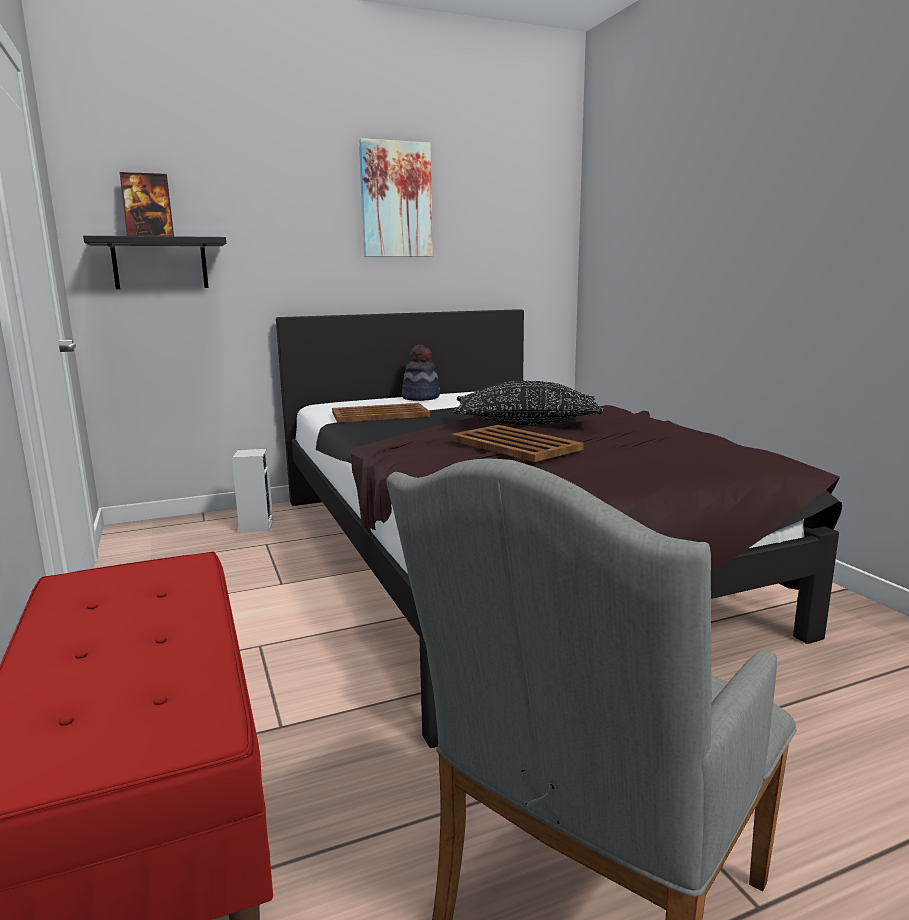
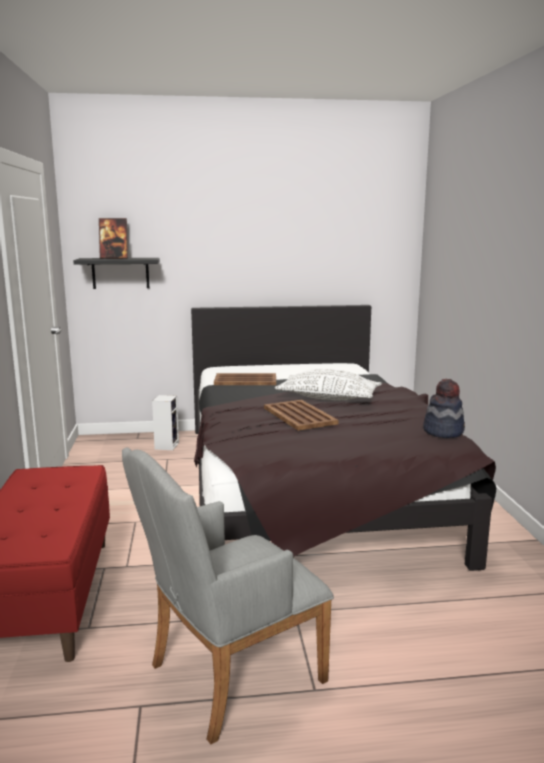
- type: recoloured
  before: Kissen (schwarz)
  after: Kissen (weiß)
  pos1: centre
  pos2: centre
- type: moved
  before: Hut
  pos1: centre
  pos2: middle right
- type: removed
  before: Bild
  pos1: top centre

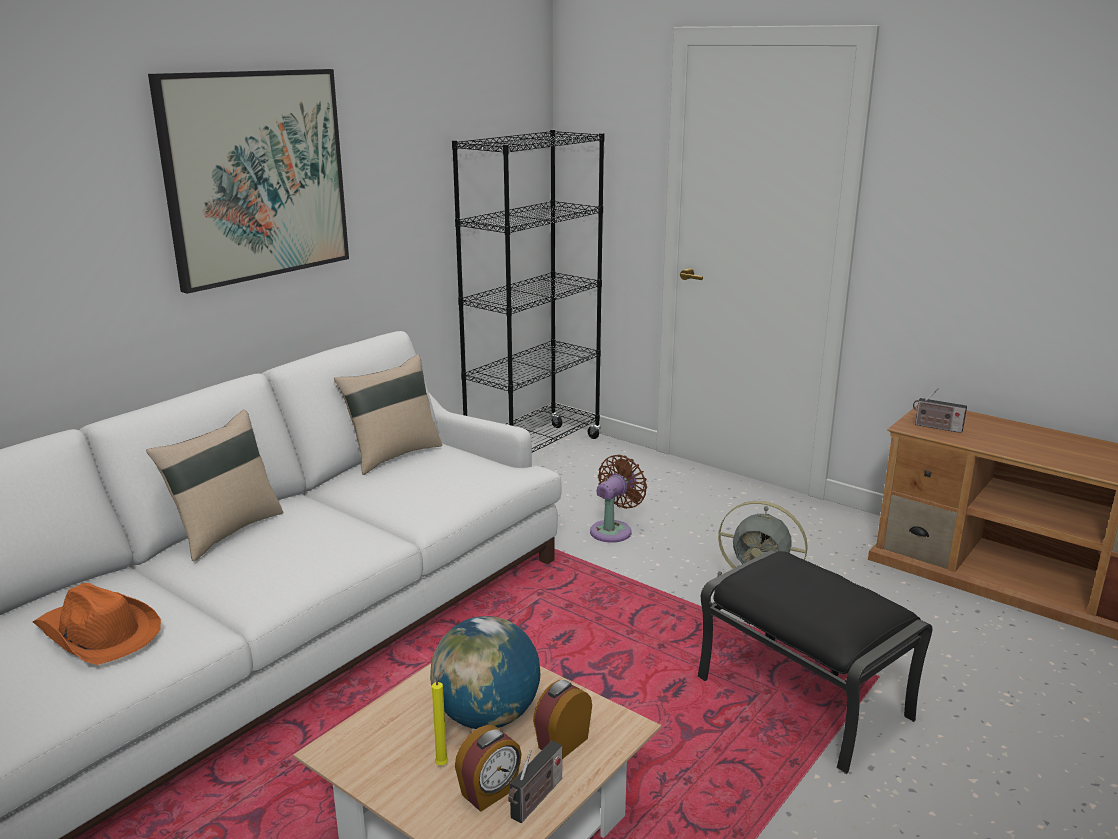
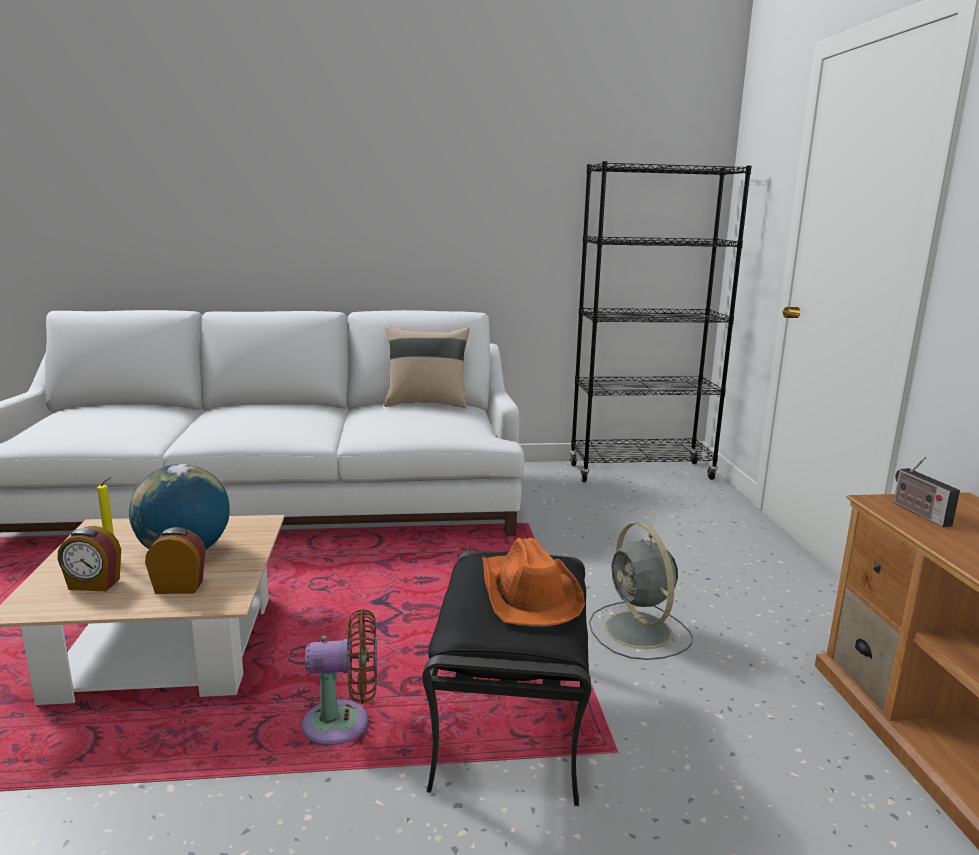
- type: moved
  before: Ventilator (braun)
  pos1: centre
  pos2: bottom centre
- type: moved
  before: Hut (orange)
  pos1: bottom left
  pos2: bottom centre
- type: removed
  before: Kissen (beige) (1st from left)
  pos1: middle left
- type: removed
  before: Bild
  pos1: top left
- type: removed
  before: Radio (1st from left)
  pos1: bottom centre

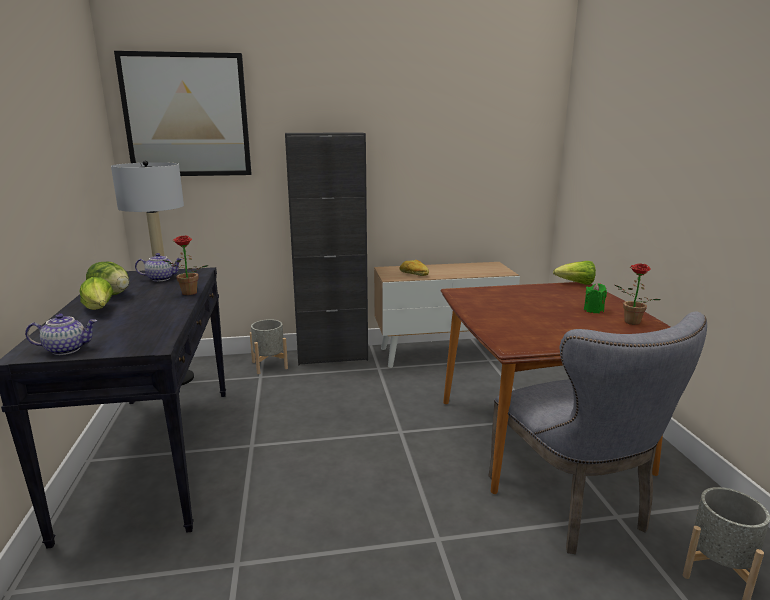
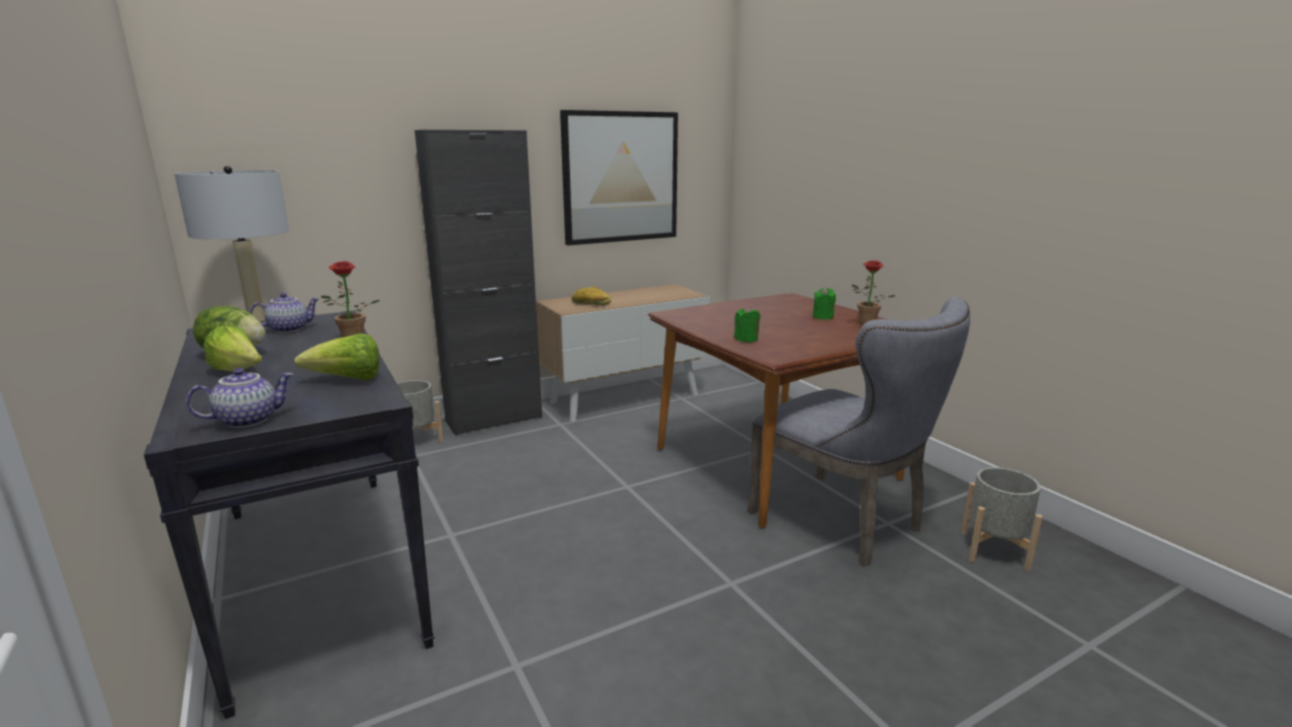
- type: moved
  before: Salatkopf (3rd from left)
  pos1: middle right
  pos2: middle left
- type: moved
  before: Bild
  pos1: top left
  pos2: top centre
- type: added
  after: Kerze (grün) (1st from left)
  pos2: centre

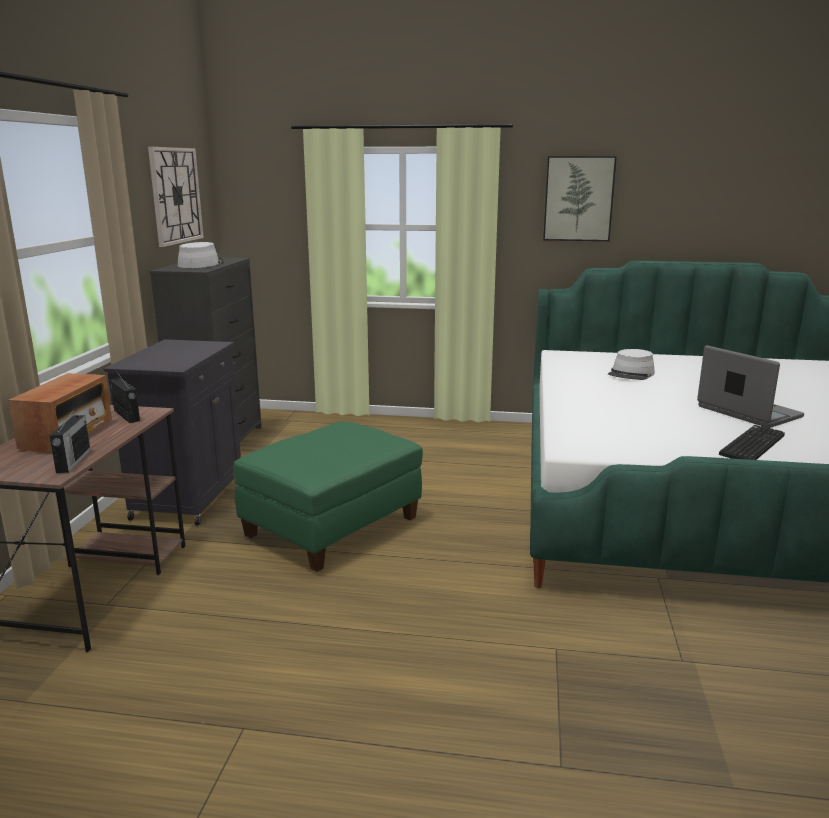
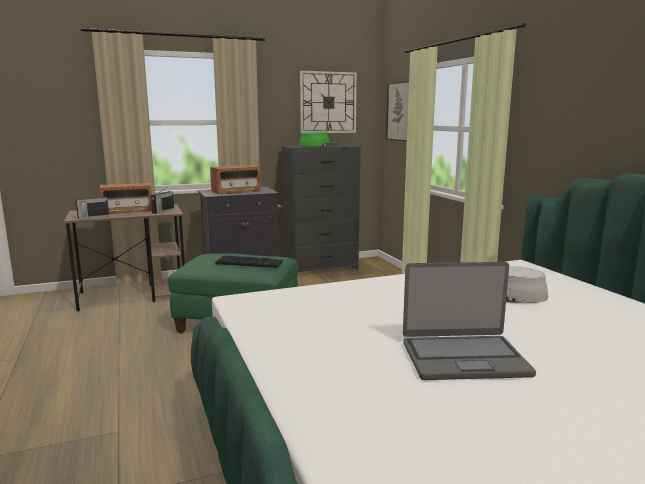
- type: added
  after: Radio (4th from left)
  pos2: centre
- type: moved
  before: Tastatur
  pos1: middle right
  pos2: centre
- type: recoloured
  before: Hut (grau) (1st from left)
  after: Hut (grün)
  pos1: top left
  pos2: top centre
- type: moved
  before: Bild
  pos1: top right
  pos2: top centre
- type: turned
  before: Laptop
  pos1: middle right
  pos2: middle right
  turn: 60

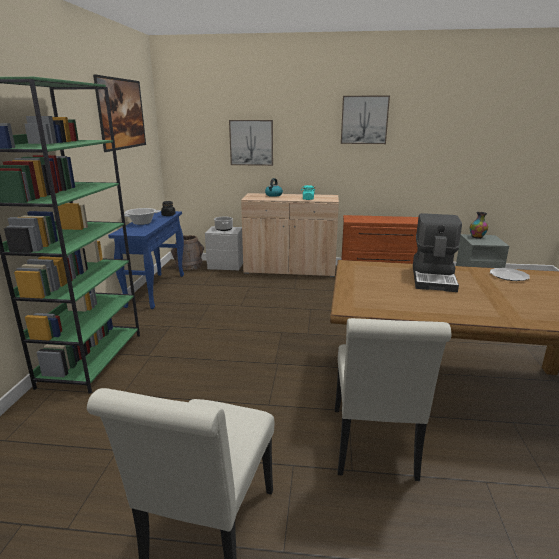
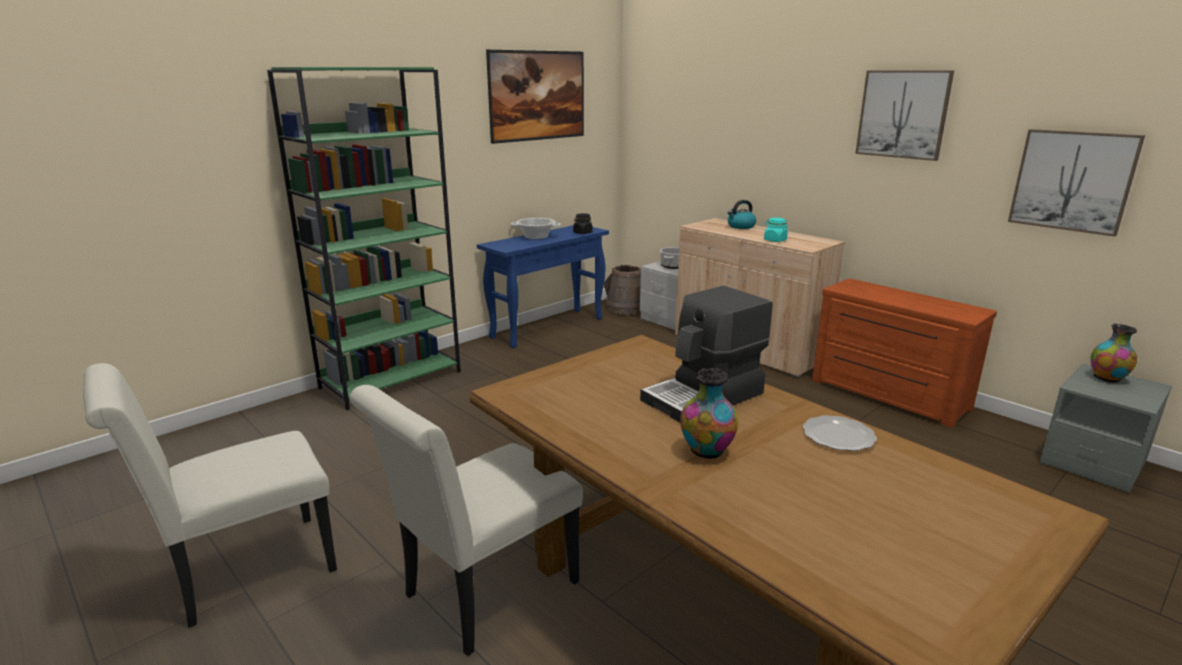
- type: added
  after: Vase (1st from left)
  pos2: centre
- type: moved
  before: Bild (2nd from left in the first image)
  after: Bild (3rd from left)
  pos1: top centre
  pos2: top right

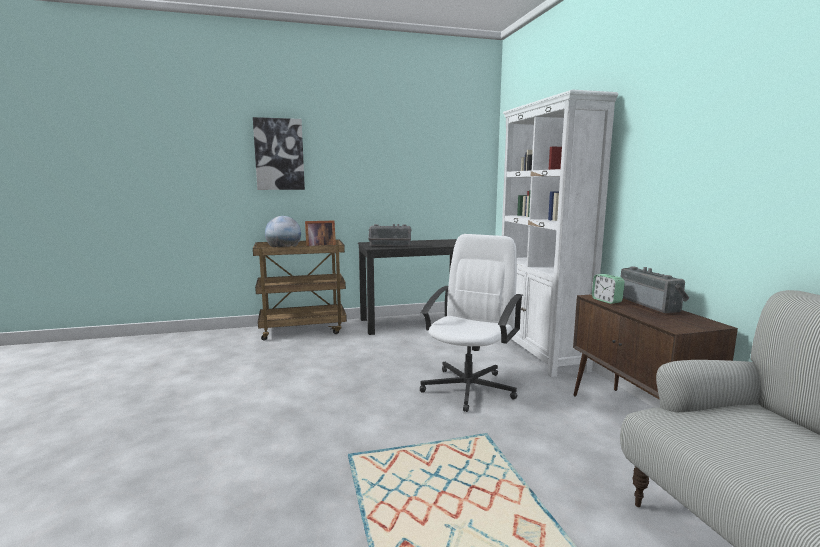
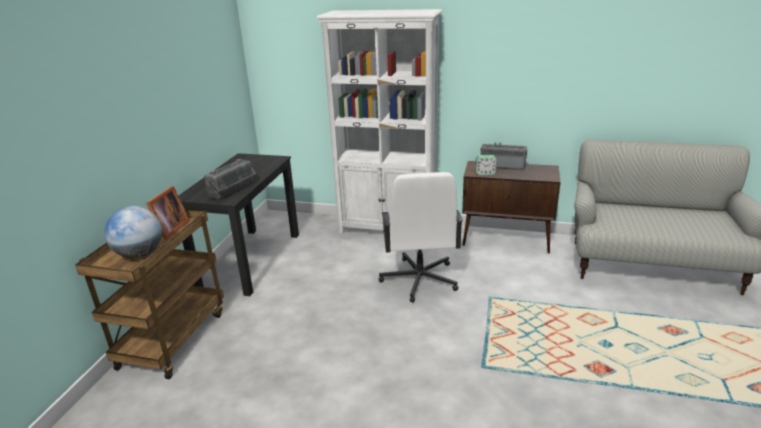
- type: turned
  before: Bürostuhl (weiß)
  pos1: centre
  pos2: centre
  turn: -150
- type: removed
  before: Bild
  pos1: top centre

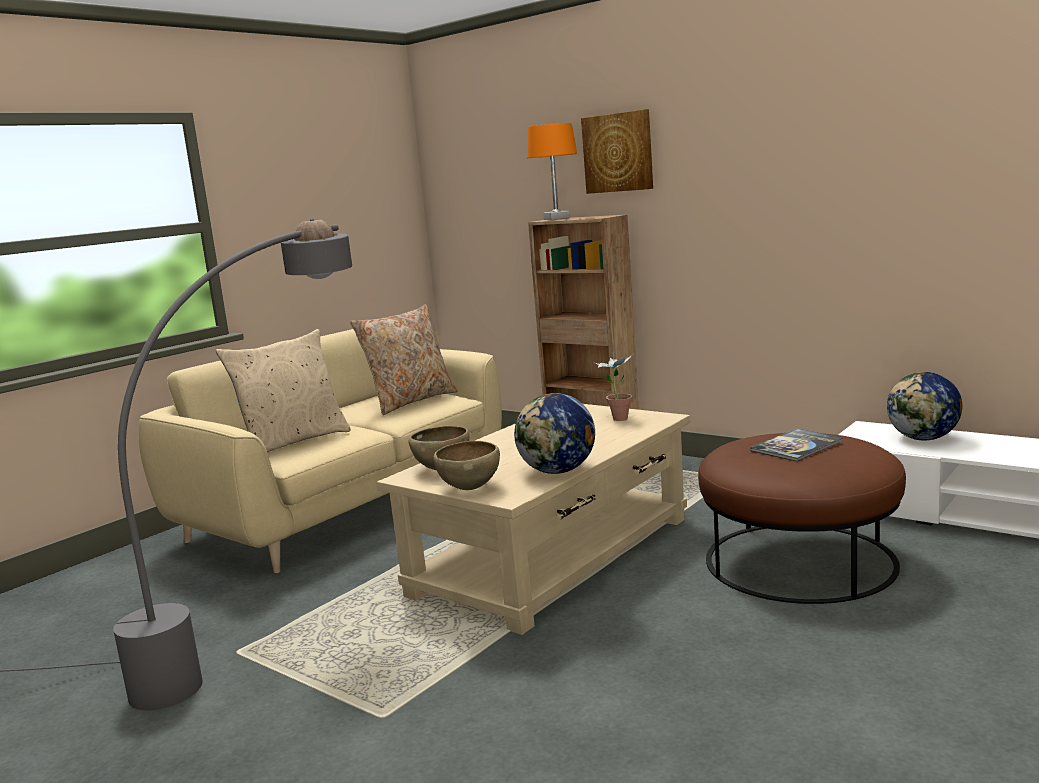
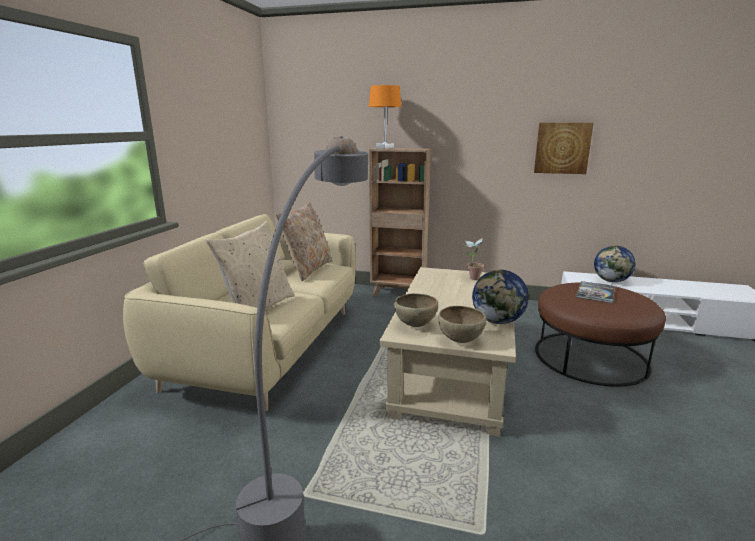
- type: moved
  before: Bild
  pos1: top centre
  pos2: top right

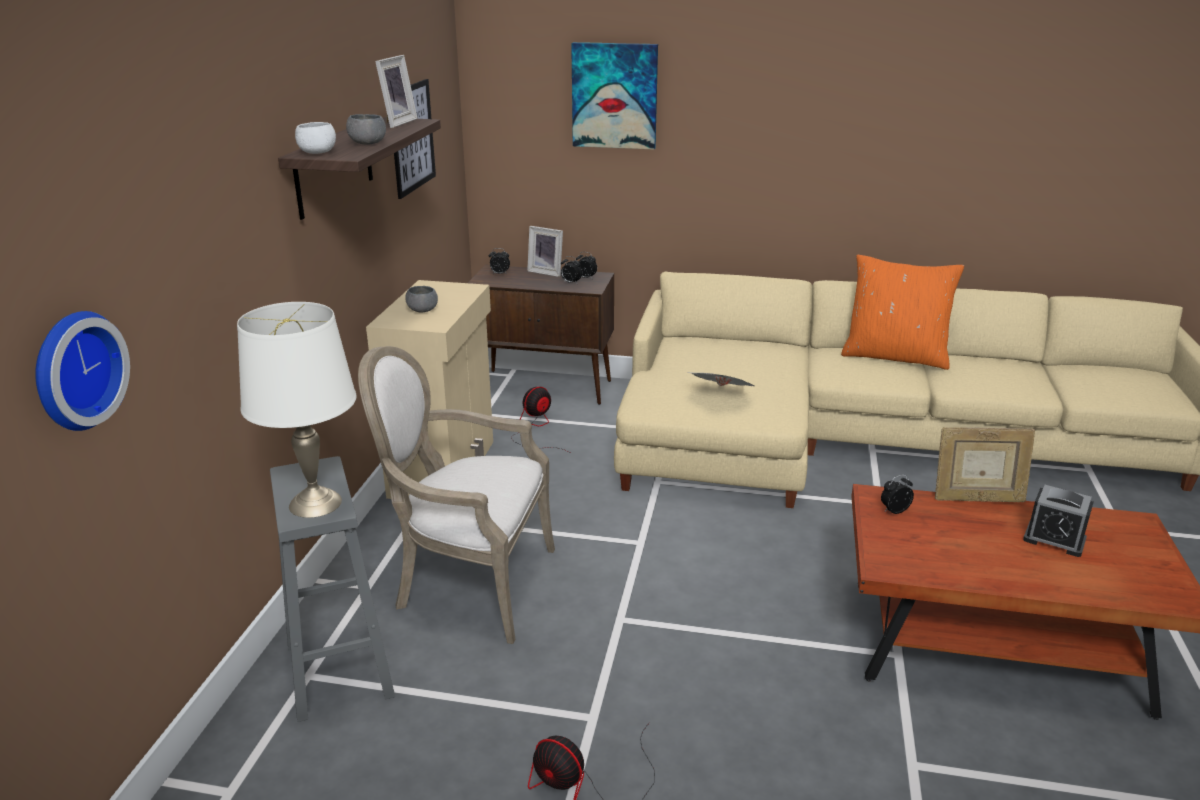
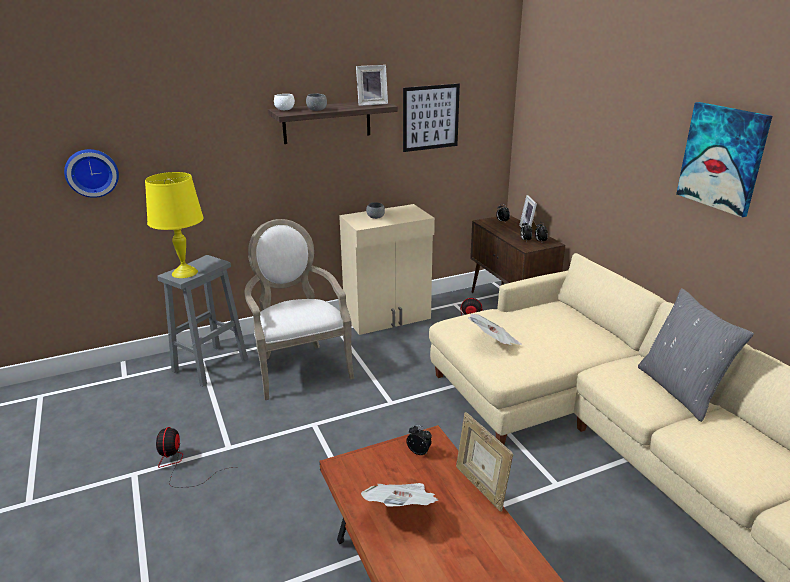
- type: recoloured
  before: Tischlampe (weiß)
  after: Tischlampe (gelb)
  pos1: middle left
  pos2: middle left
- type: added
  after: Zeitung (1st from left)
  pos2: bottom centre
- type: recoloured
  before: Kissen (orange)
  after: Kissen (grau)
  pos1: middle right
  pos2: middle right
- type: moved
  before: Bild (2nd from left)
  pos1: top centre
  pos2: top right
- type: removed
  before: Wecker (5th from left)
  pos1: middle right

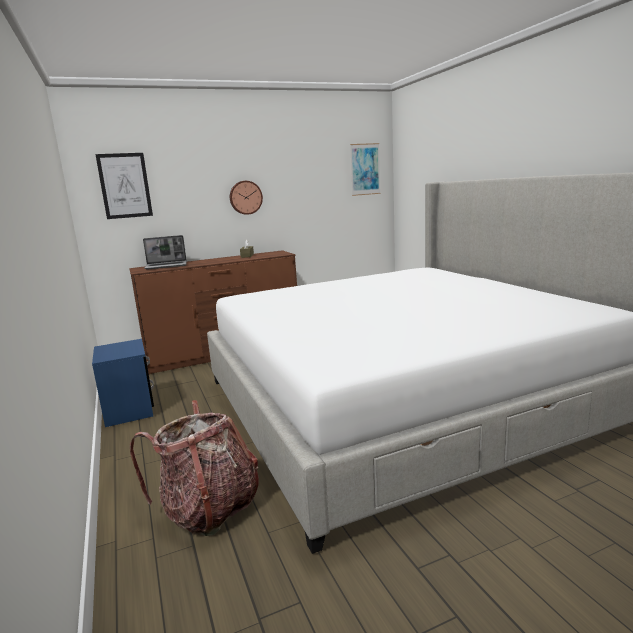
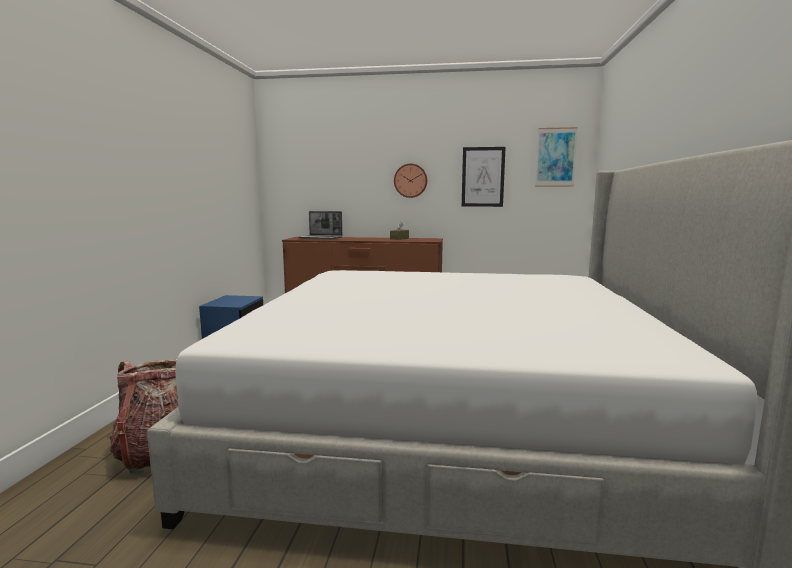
- type: moved
  before: Bild (1st from left)
  pos1: top left
  pos2: top centre

